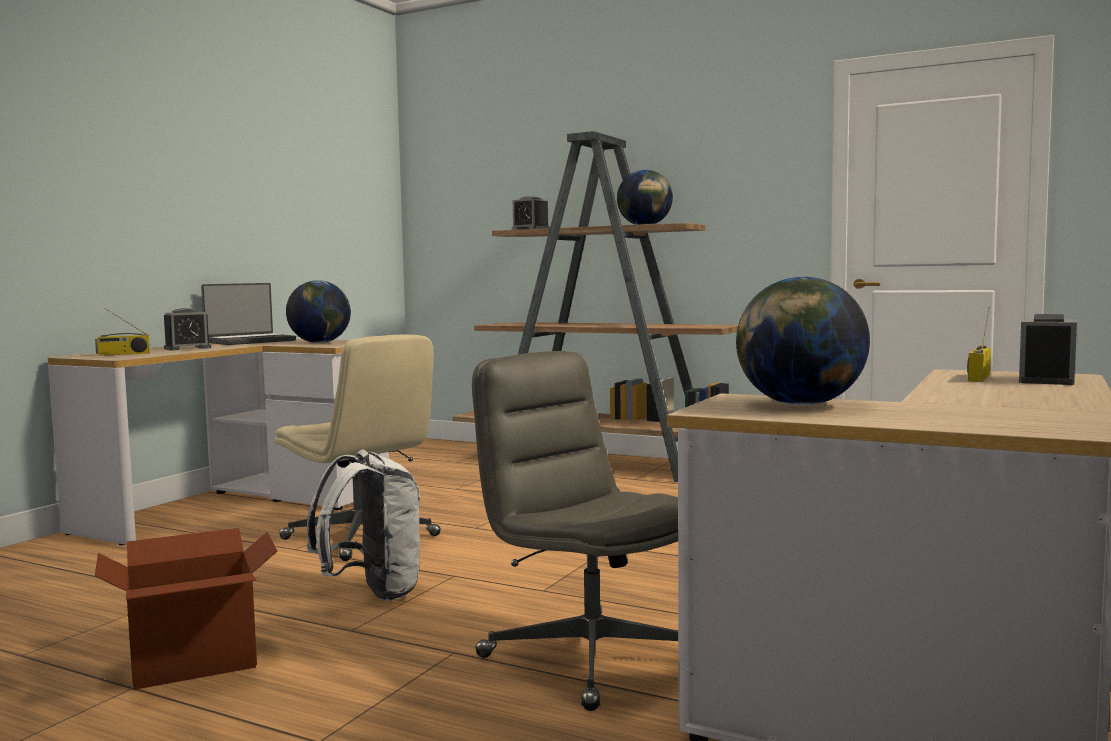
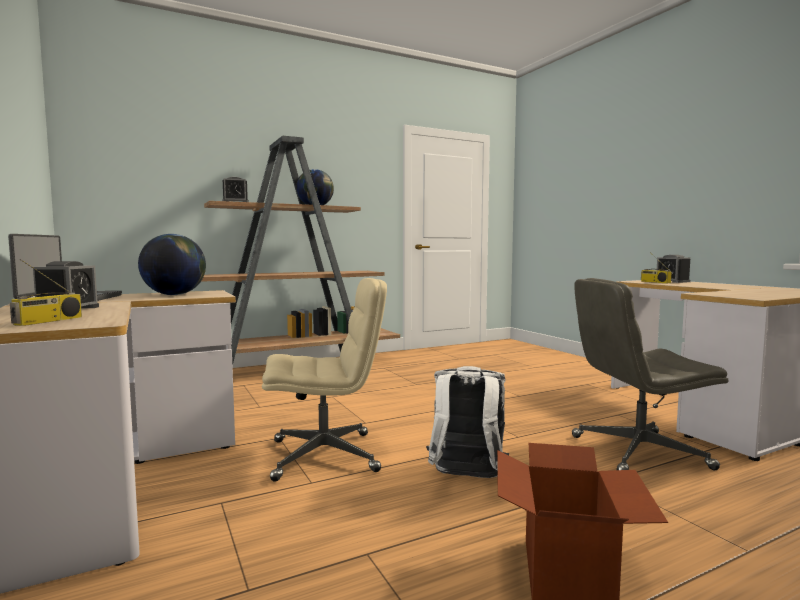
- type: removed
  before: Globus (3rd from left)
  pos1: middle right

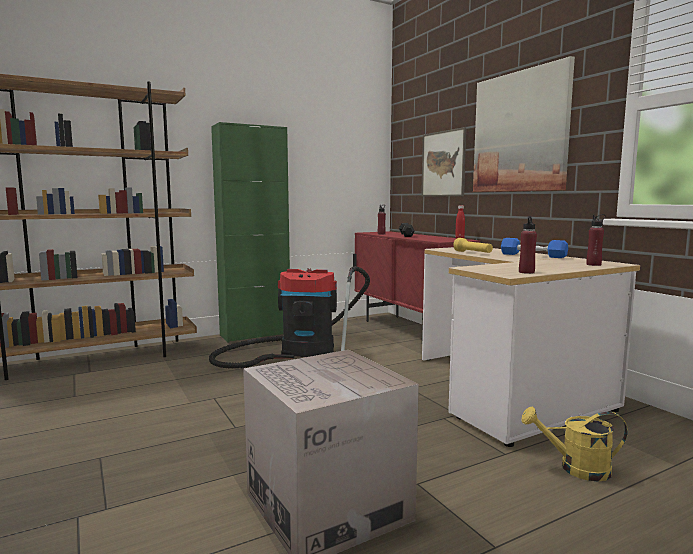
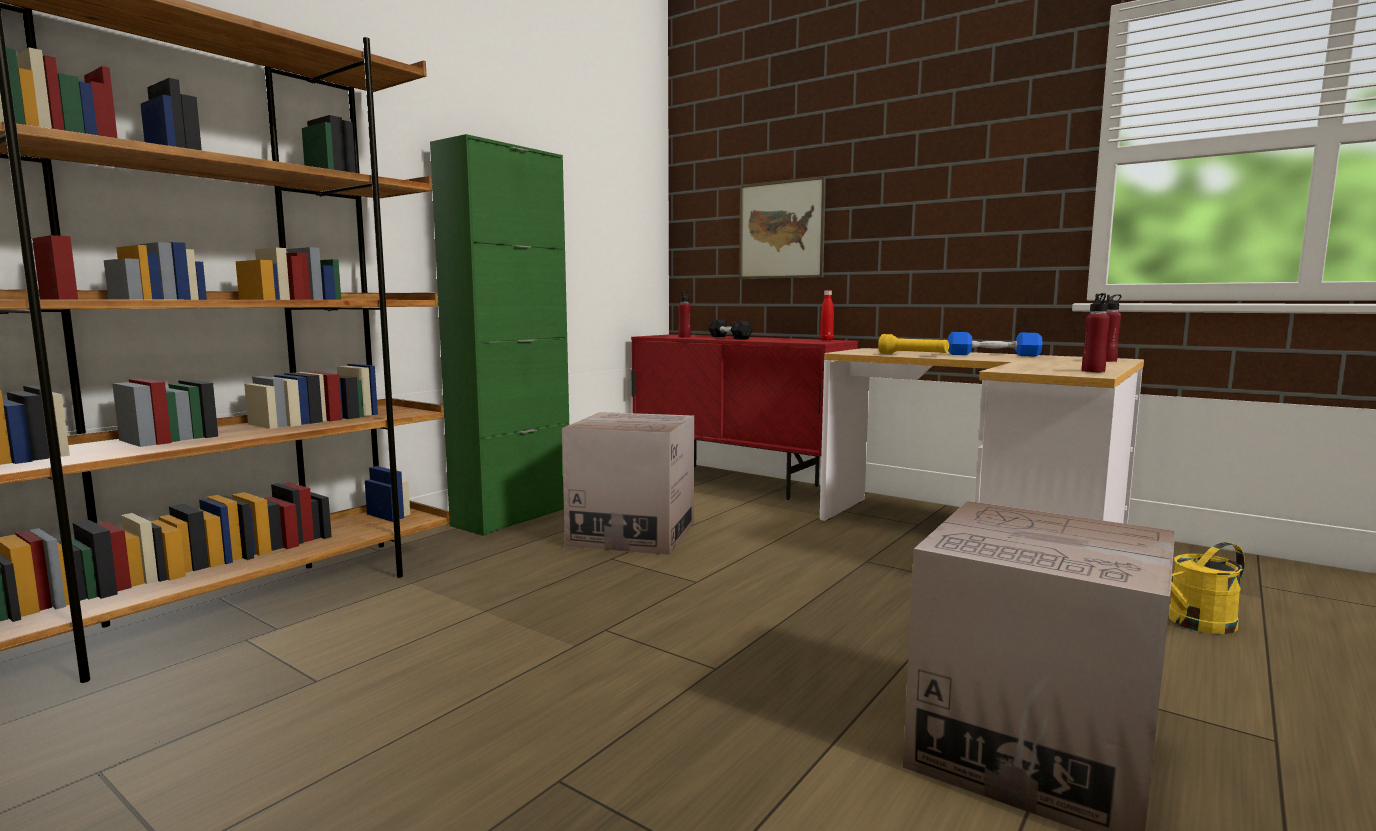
- type: replaced
  before: Staubsauger
  after: Karton (1st from left)
  pos1: centre
  pos2: centre
- type: removed
  before: Bild (2nd from left)
  pos1: top right

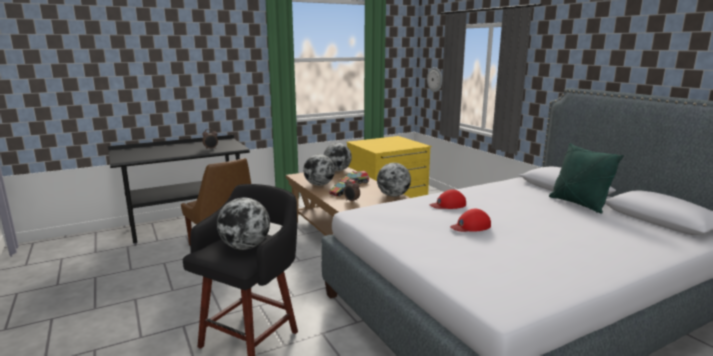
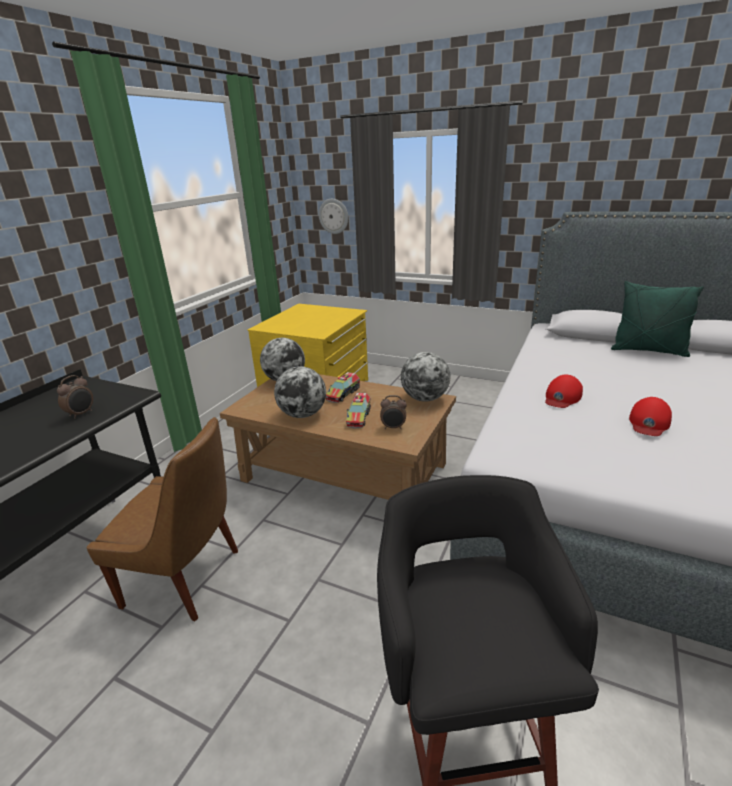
- type: removed
  before: Globus (1st from left)
  pos1: centre

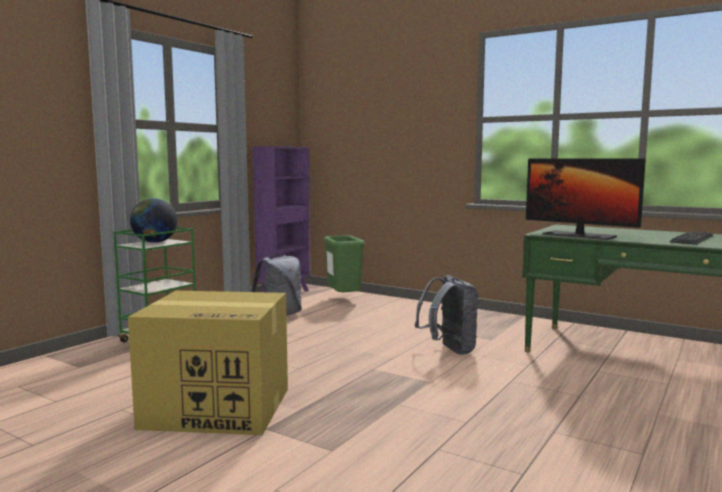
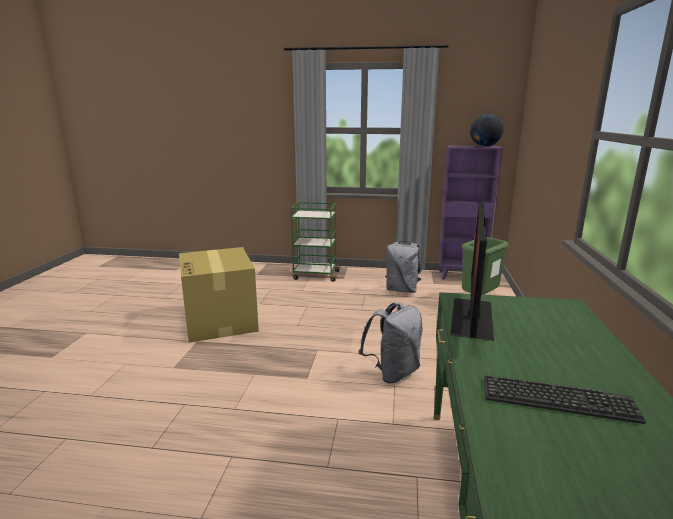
- type: moved
  before: Globus
  pos1: middle left
  pos2: top right

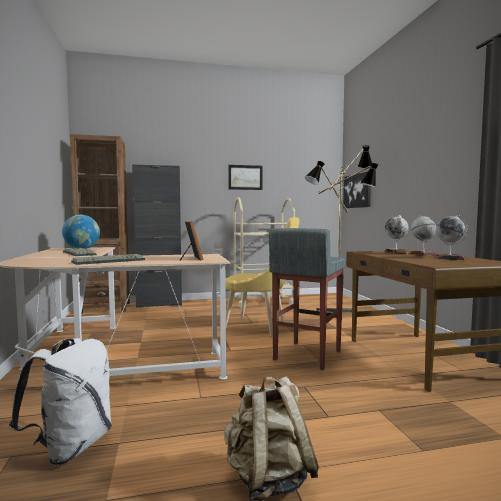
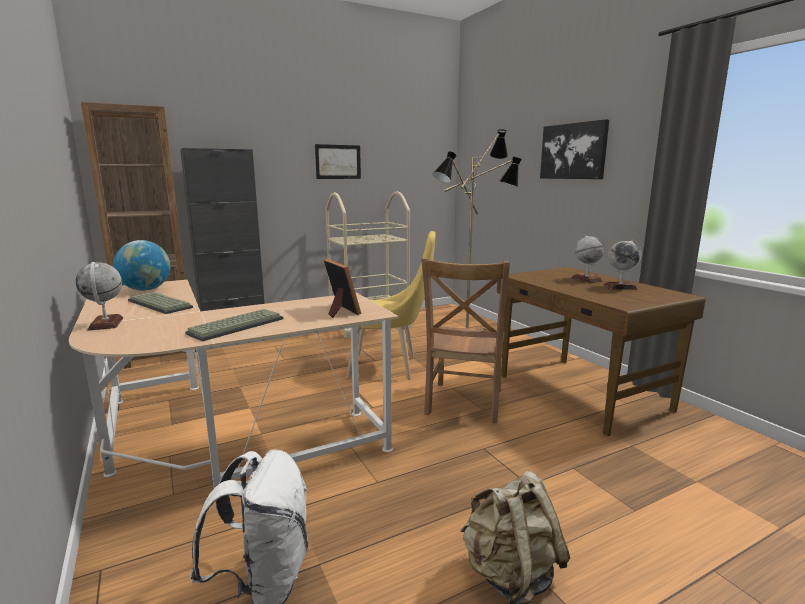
- type: moved
  before: Globus (2nd from left in the first image)
  after: Globus (1st from left)
  pos1: middle right
  pos2: middle left
- type: replaced
  before: Hocker (grau)
  after: Stuhl (braun)
  pos1: centre
  pos2: centre
- type: moved
  before: Bild (2nd from left)
  pos1: middle right
  pos2: top right

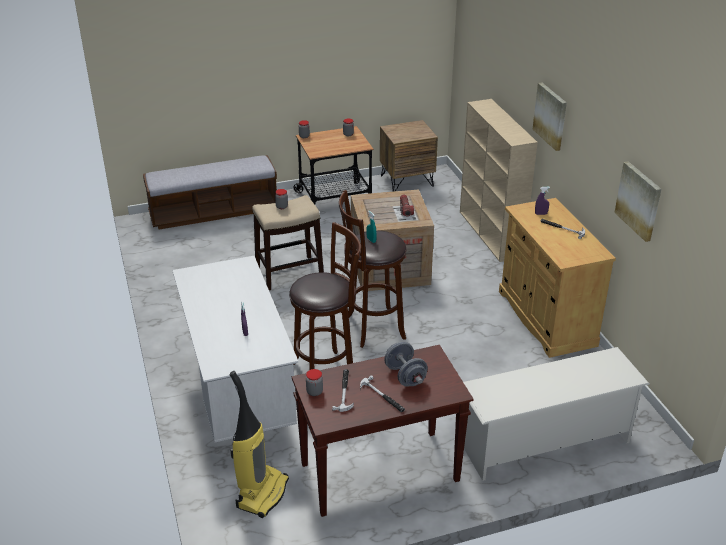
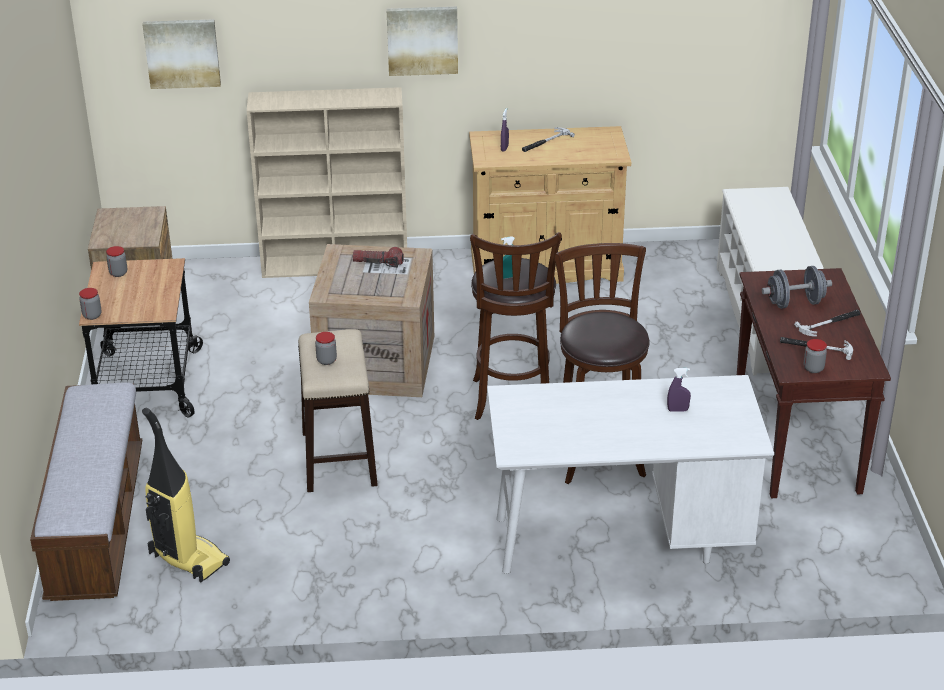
- type: moved
  before: Bild (2nd from left in the first image)
  after: Bild (1st from left)
  pos1: middle right
  pos2: top left
- type: moved
  before: Staubsauger
  pos1: bottom centre
  pos2: bottom left

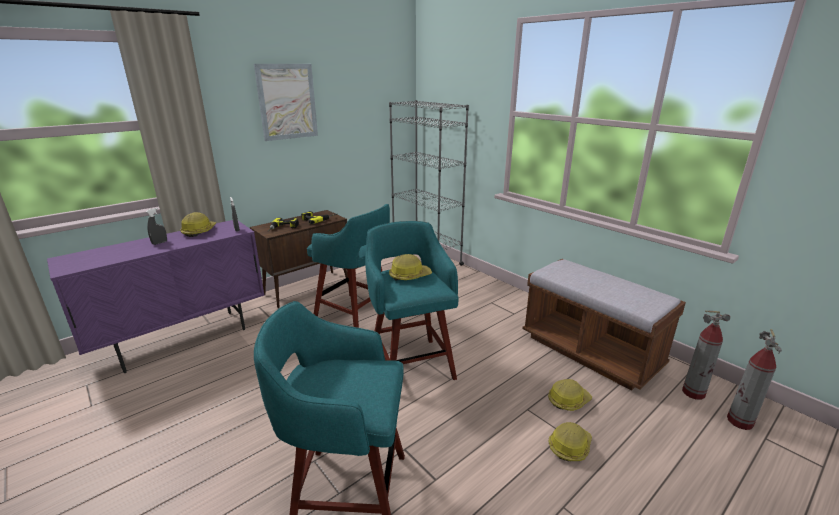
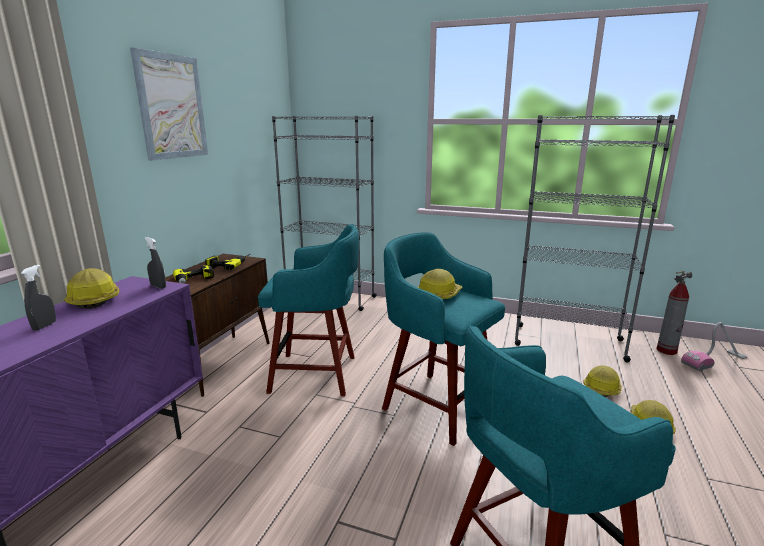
- type: replaced
  before: Bank (braun)
  after: Bücherregal (grau) (2nd from left)
  pos1: middle right
  pos2: middle right
- type: replaced
  before: Feuerlöscher (2nd from left)
  after: Staubsauger
  pos1: bottom right
  pos2: middle right

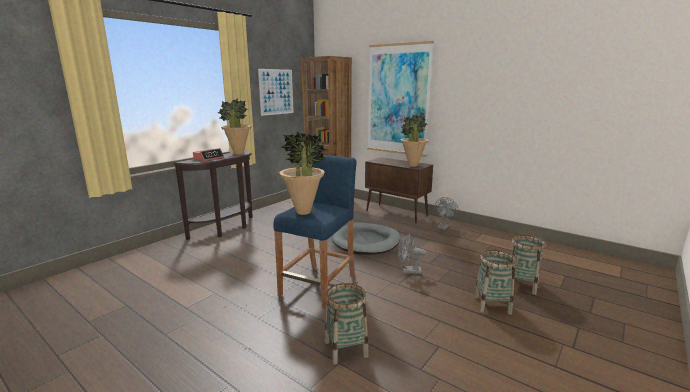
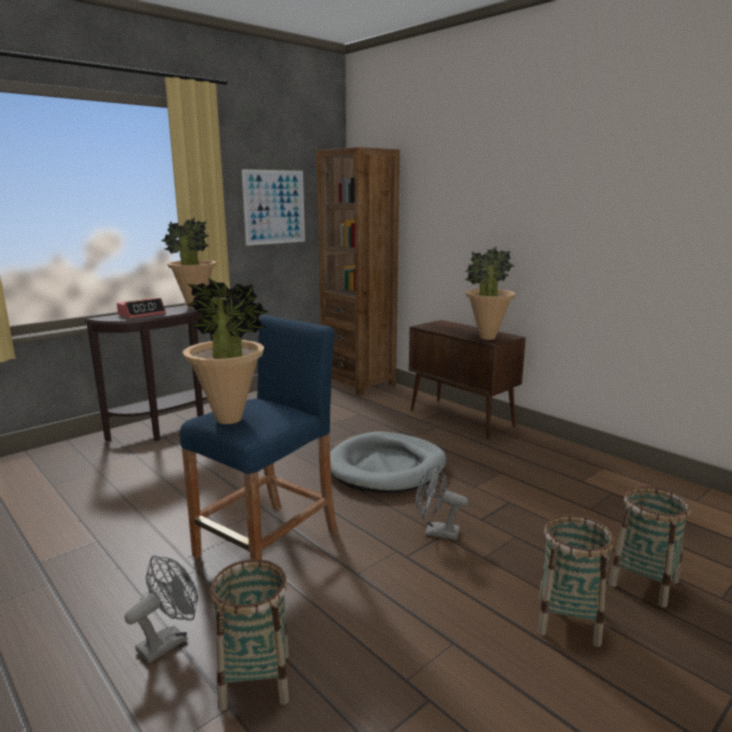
- type: moved
  before: Ventilator (grau) (2nd from left in the first image)
  after: Ventilator (grau) (1st from left)
  pos1: centre
  pos2: bottom left
- type: removed
  before: Bild (2nd from left)
  pos1: top centre

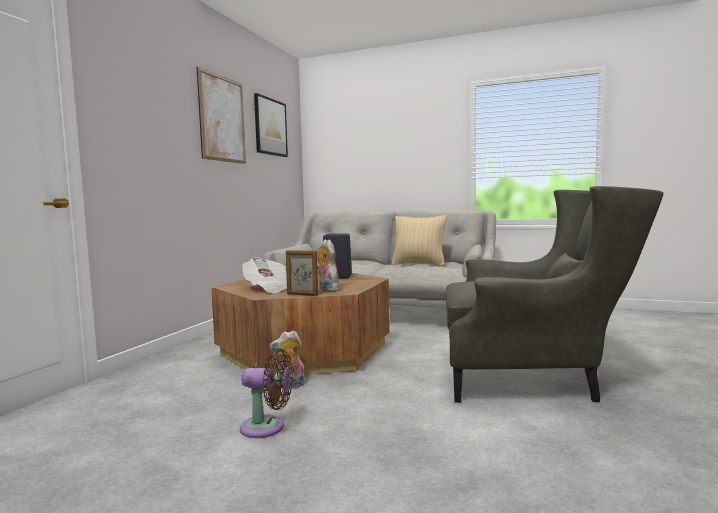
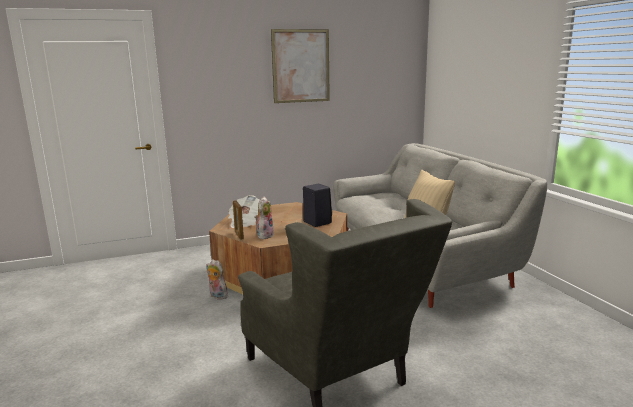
- type: removed
  before: Ventilator (braun)
  pos1: bottom centre
- type: removed
  before: Bild (2nd from left)
  pos1: top centre

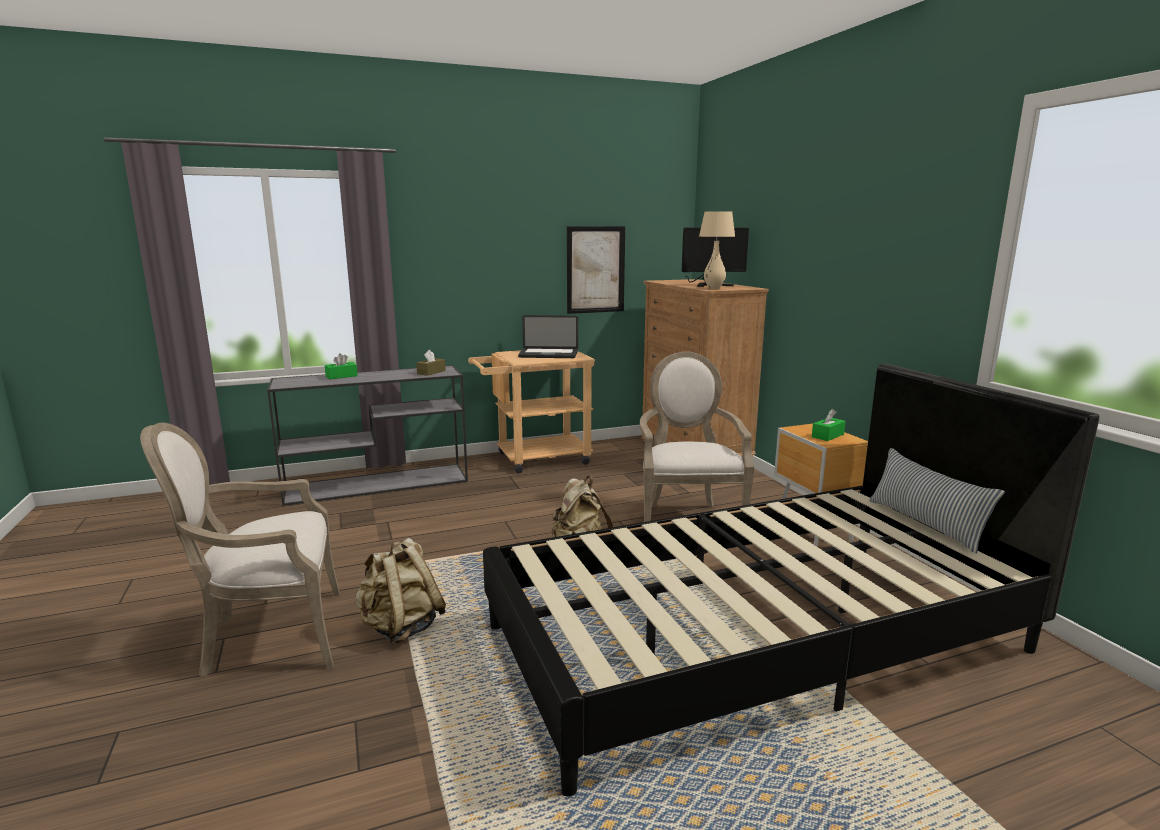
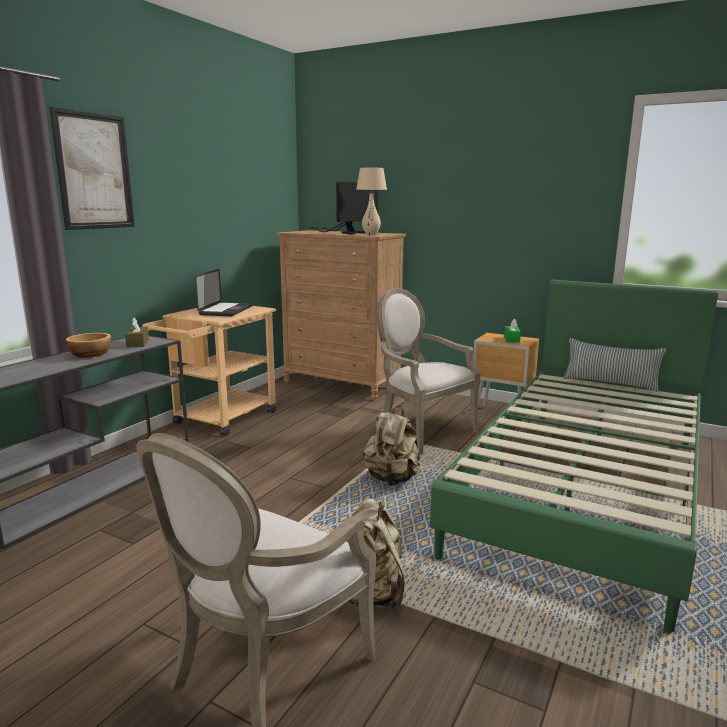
- type: moved
  before: Bild
  pos1: top centre
  pos2: top left
- type: added
  after: Schüssel
  pos2: middle left
- type: turned
  before: Laptop
  pos1: centre
  pos2: middle left
  turn: -45
- type: recoloured
  before: Bett (schwarz)
  after: Bett (grün)
  pos1: bottom right
  pos2: middle right
- type: removed
  before: Taschentuchbox (grün) (1st from left)
  pos1: middle left

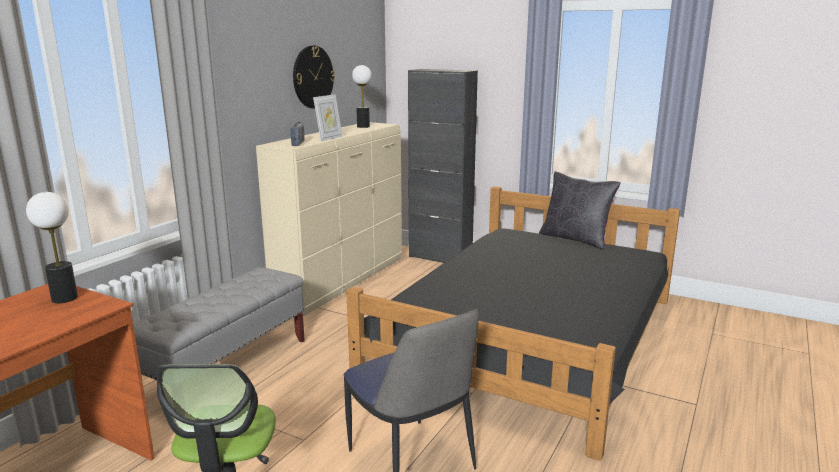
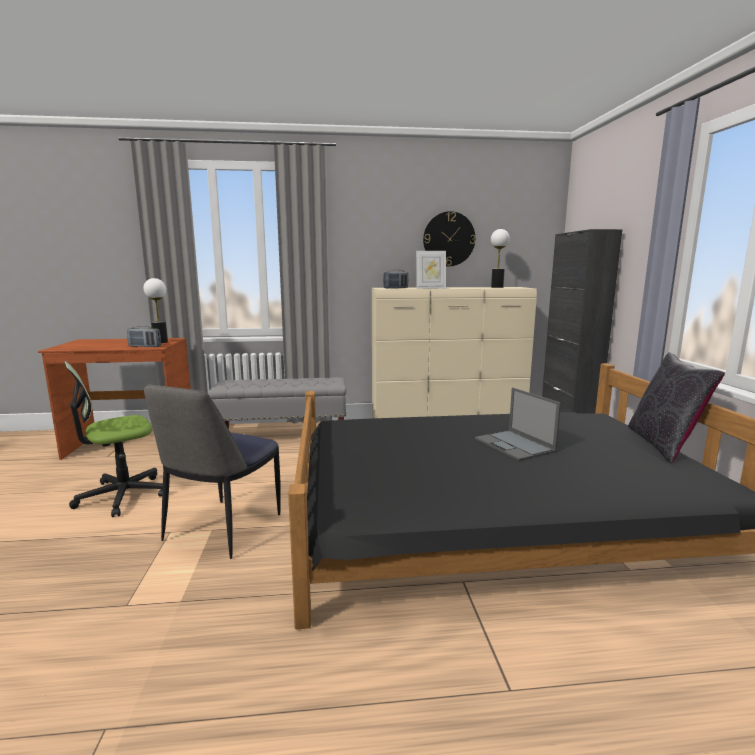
- type: added
  after: Radio (1st from left)
  pos2: middle left
- type: added
  after: Laptop
  pos2: middle right

